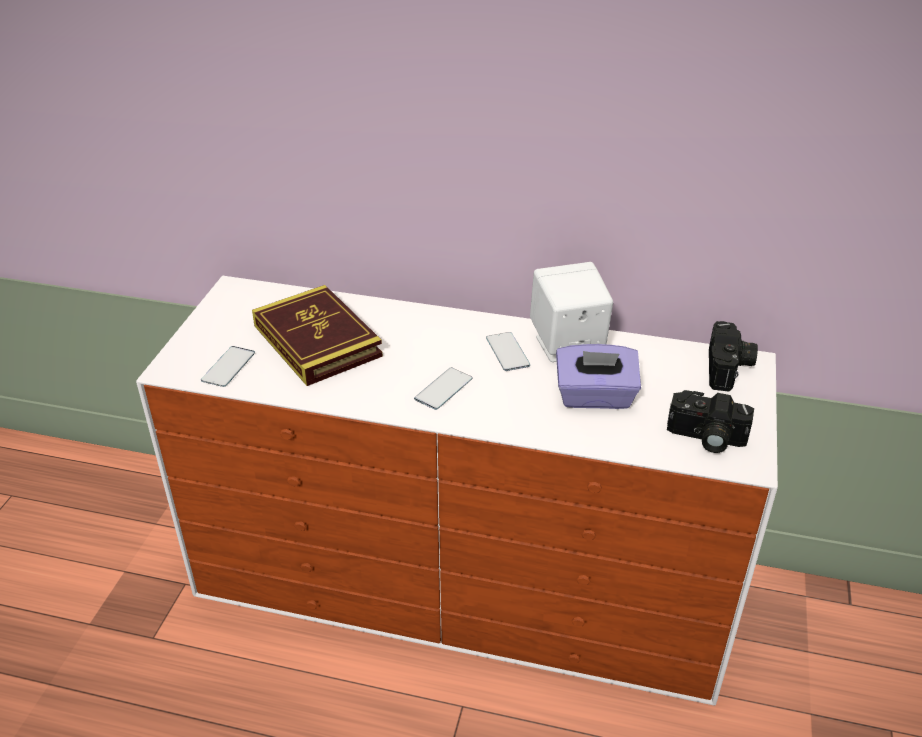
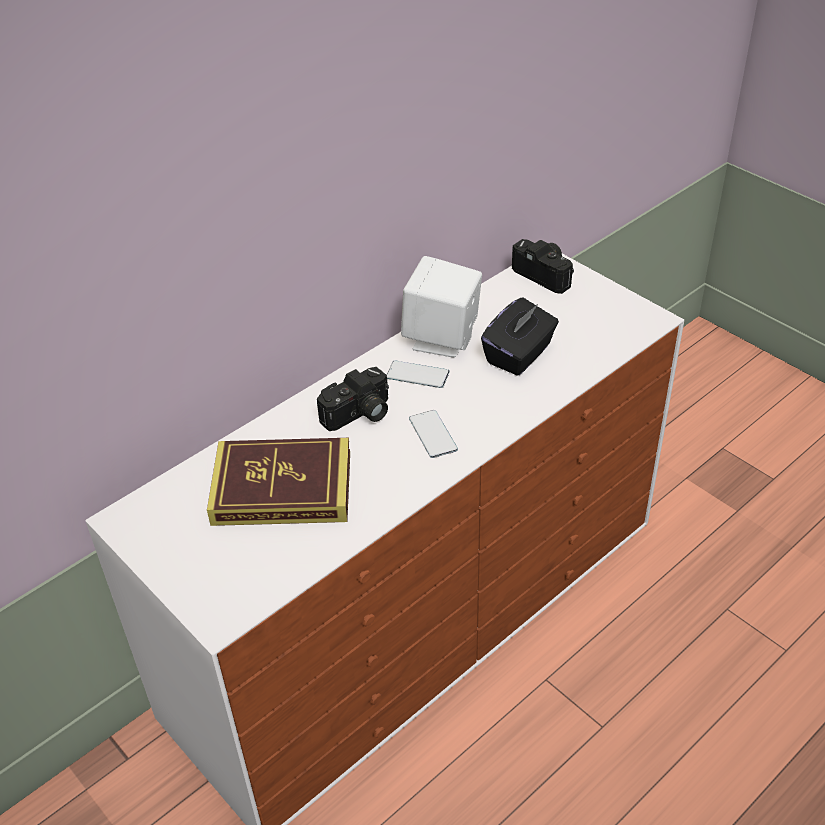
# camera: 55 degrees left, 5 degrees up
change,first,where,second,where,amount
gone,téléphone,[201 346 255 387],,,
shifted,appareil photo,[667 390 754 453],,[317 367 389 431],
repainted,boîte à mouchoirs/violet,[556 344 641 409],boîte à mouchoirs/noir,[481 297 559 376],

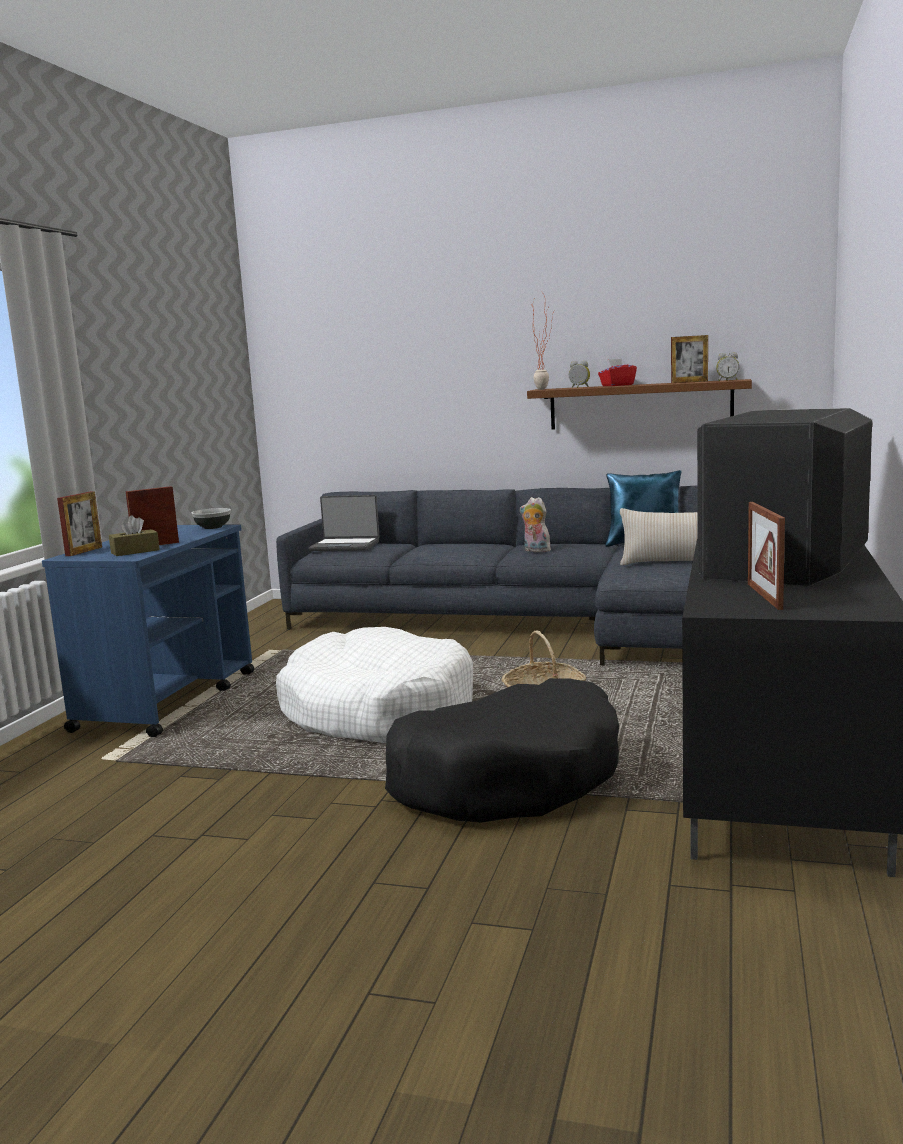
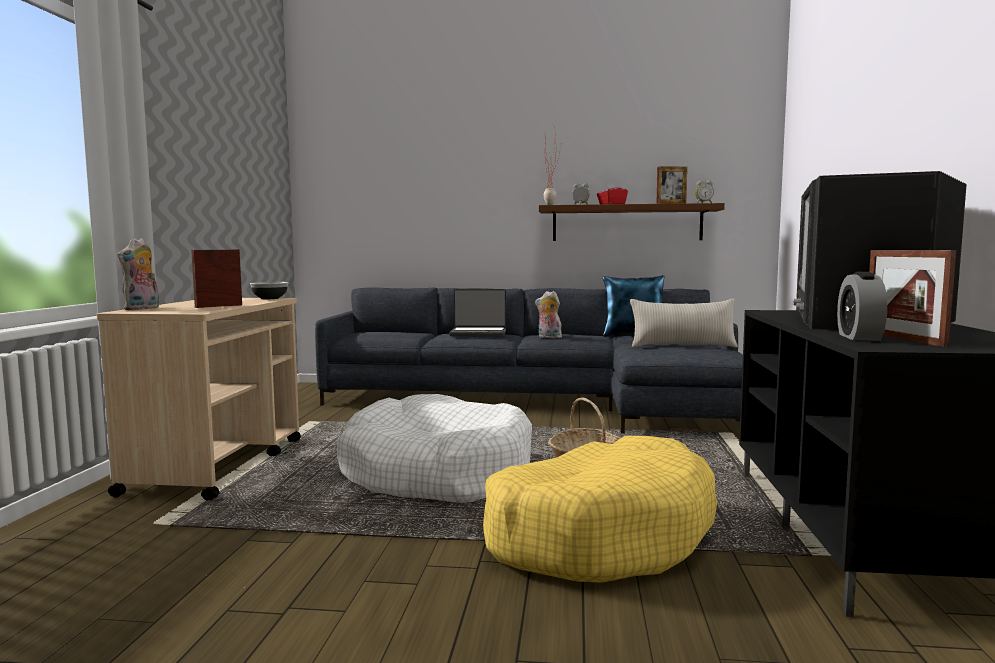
# camera: 10 degrees left, 5 degrees down
change,first,where,second,where,amount
gone,boîte à mouchoirs/marron,[109 515 160 556],,,
new,,,réveil,[837 272 887 341],
shifted,ordinateur portable,[308 495 380 551],,[449 289 506 336],
swapped,cadre photo,[57 492 102 556],peluche,[118 238 159 310],
repainted,chariot/bleu,[42 524 255 737],chariot/beige,[96 298 301 500],
repainted,panier pour chien/noir,[385 678 619 823],panier pour chien/jaune,[483 436 717 583],

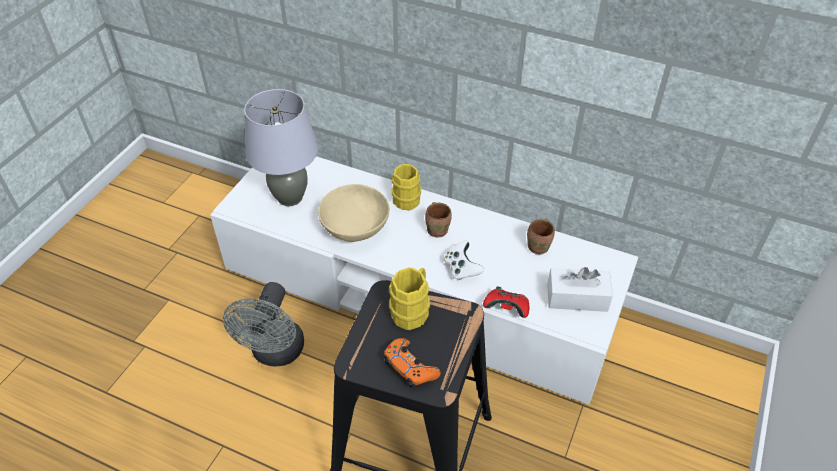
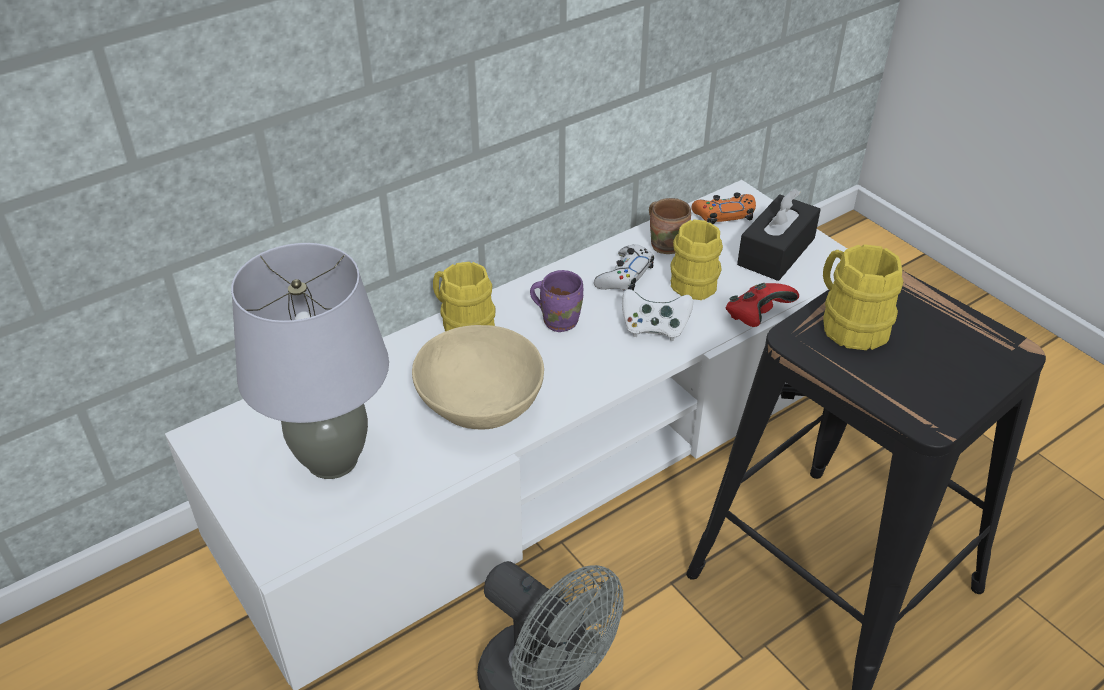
# camera: 60 degrees left, 5 degrees down
change,first,where,second,where,amount
new,,,manette/blanc,[594 244 654 291],
new,,,mug/jaune,[670 220 723 300],
shifted,manette/orange,[384 338 441 388],,[691 192 756 224],
repainted,mug/marron,[425 202 452 238],mug/violet,[530 270 583 332],
repainted,boîte à mouchoirs/blanc,[547 267 613 312],boîte à mouchoirs/noir,[737 189 821 281],

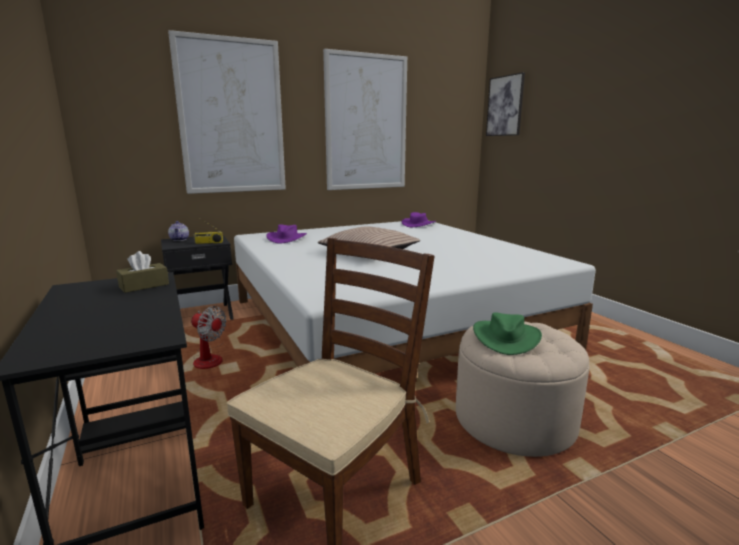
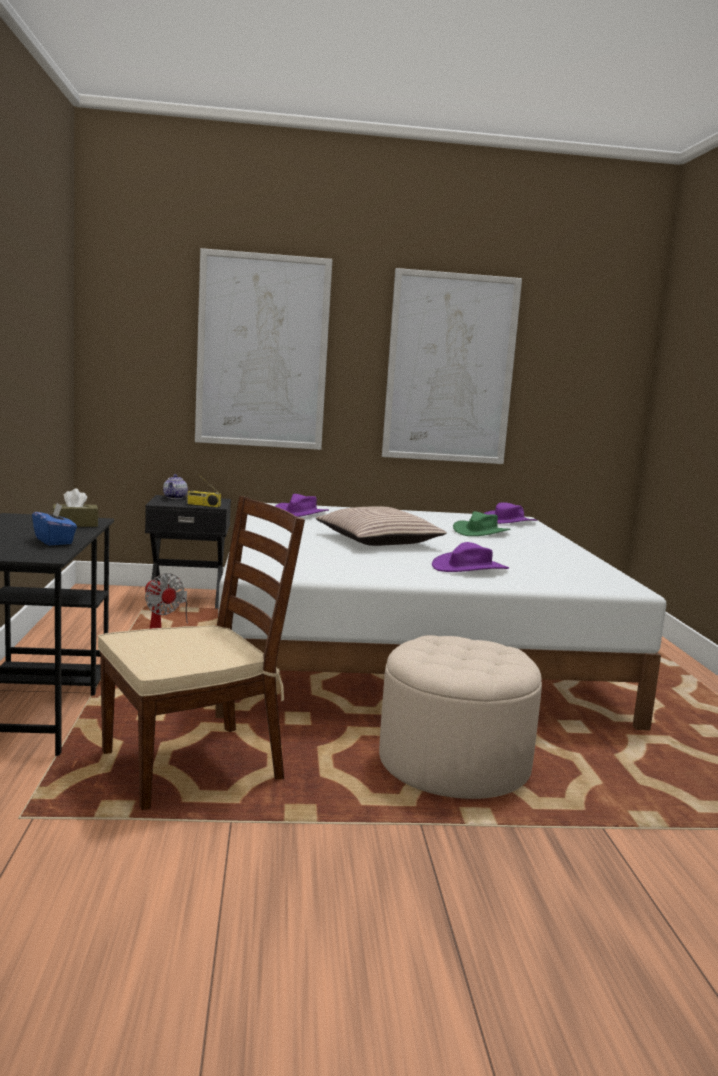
# camera: 20 degrees right, 5 degrees down
change,first,where,second,where,amount
gone,tableau,[486 72 525 136],,,
new,,,boîte à mouchoirs/bleu,[32 503 77 546],
new,,,chapeau/violet,[432 542 509 572],
shifted,chapeau/vert,[473 312 542 355],,[453 511 510 536],

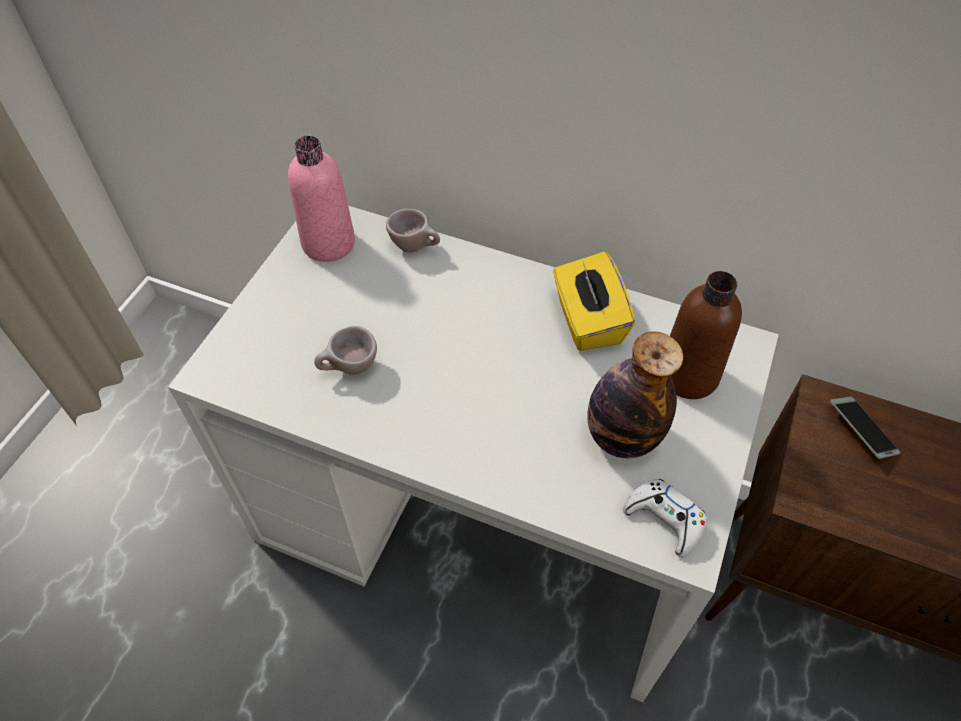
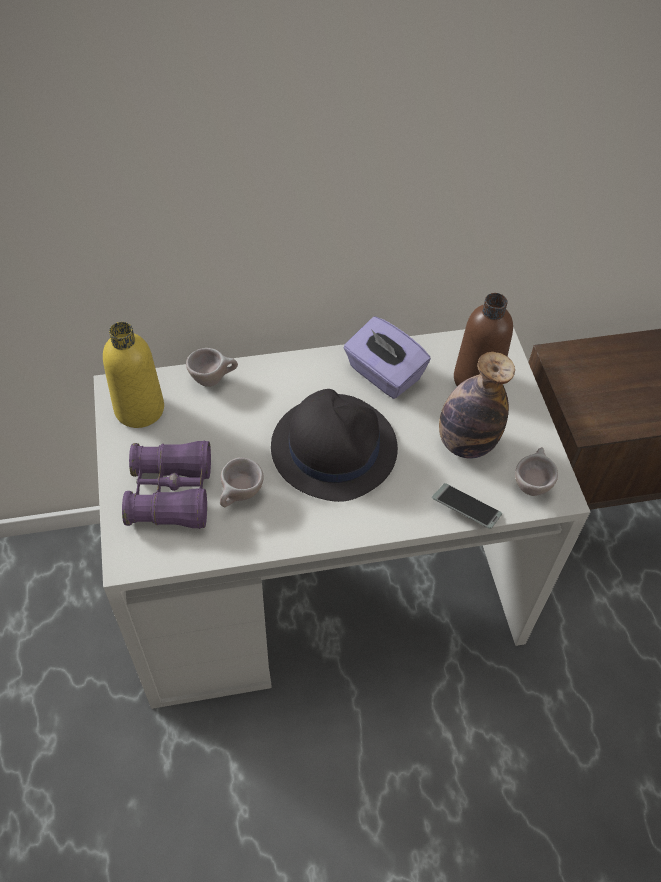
# camera: 35 degrees left, 0 degrees up
change,first,where,second,where,amount
new,,,jumelles/violet,[122 441 211 529],
new,,,chapeau/noir,[271 389 398 502],
shifted,téléphone,[830 397 900 459],,[432 483 502 529],
swapped,manette/blanc,[623 479 707 558],tasse/beige,[515 447 558 496],
repainted,bouteille/rose,[288 135 355 262],bouteille/jaune,[103 322 164 428],
repainted,boîte à mouchoirs/jaune,[553 251 635 351],boîte à mouchoirs/violet,[344 317 431 399],

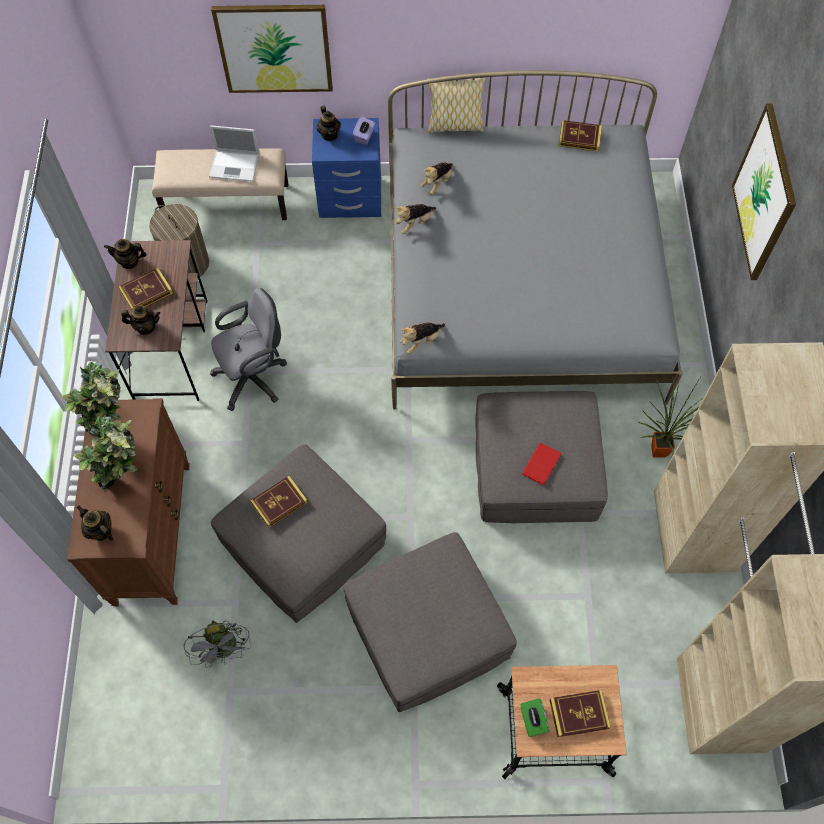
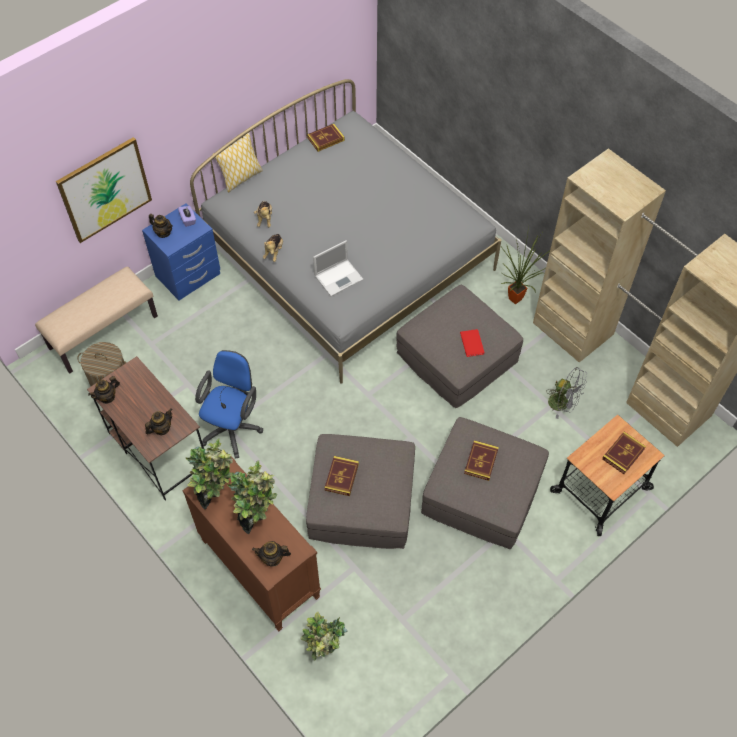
# camera: 40 degrees left, 5 degrees down
change,first,where,second,where,amount
gone,peluche,[400 323 445 354],,,
gone,boîte à mouchoirs/vert,[521 698 549 737],,,
gone,tableau,[732 103 796 280],,,
new,,,plante en pot,[301 612 347 660],
shifted,livre,[119 268 173 310],,[464 440 499 481],
shifted,ventilateur/gris,[184 620 251 668],,[546 367 587 419],
shifted,ordinateur portable,[209 125 259 182],,[313 240 363 296],
repainted,chaise de bureau/gris,[210 288 287 411],chaise de bureau/bleu,[195 350 263 459],

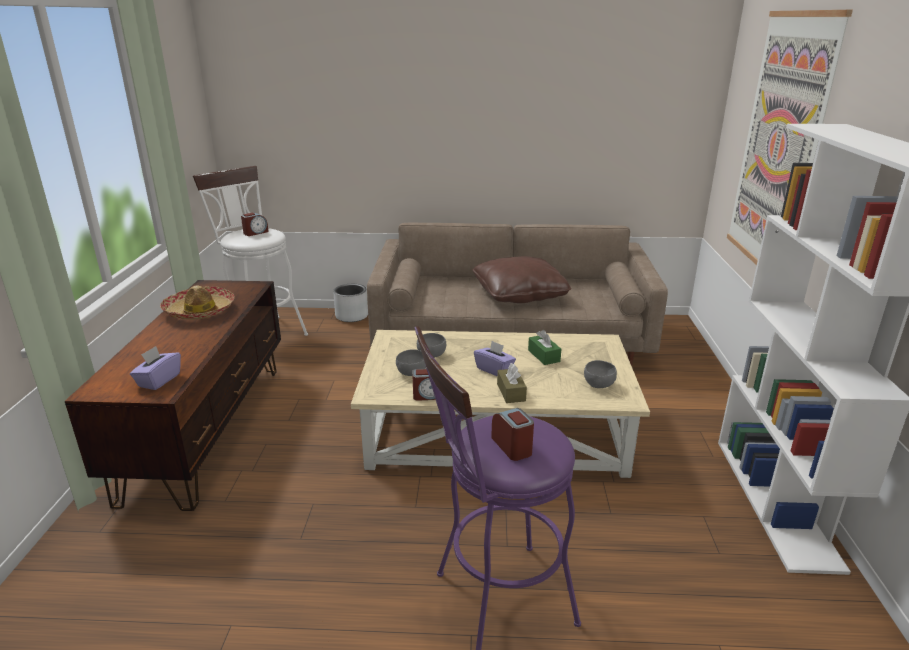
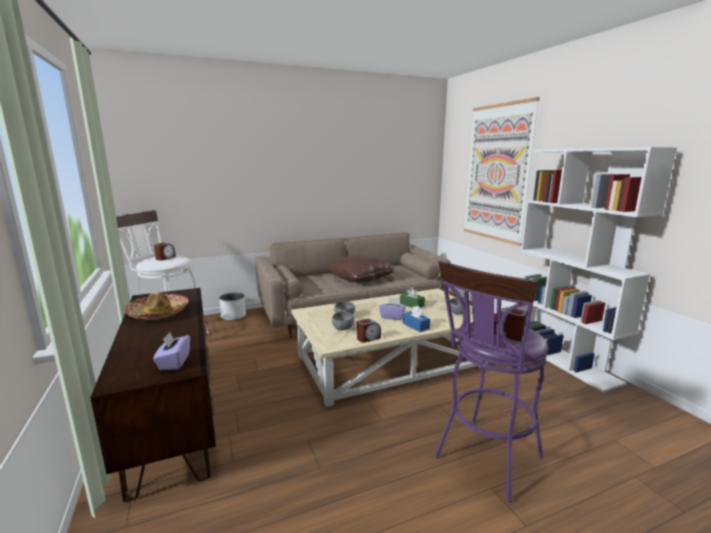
# camera: 25 degrees left, 10 degrees down
change,first,where,second,where,amount
repainted,boîte à mouchoirs/marron,[497 363 527 403],boîte à mouchoirs/bleu,[403 306 430 332],

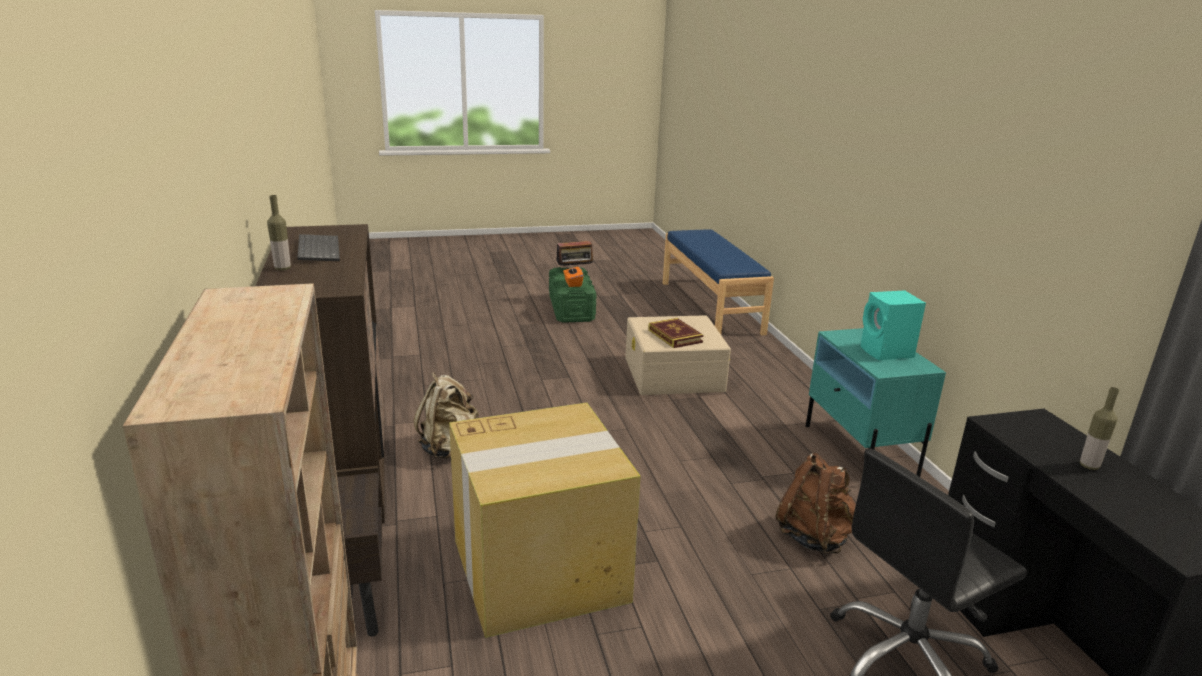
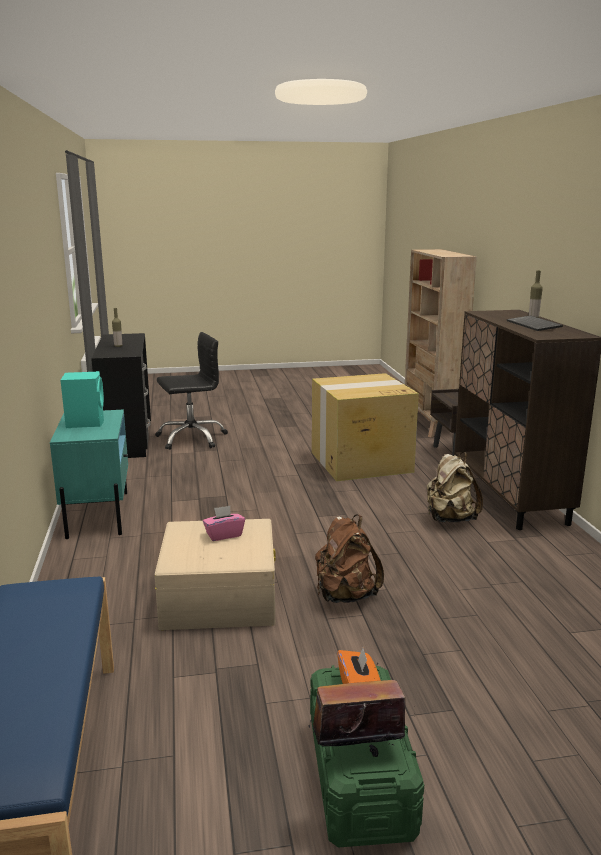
# camera: 175 degrees left, 5 degrees down
change,first,where,second,where,amount
shifted,sac à dos/marron,[775 453 856 554],,[315 514 384 603],
swapped,livre,[648 318 704 348],boîte à mouchoirs/rose,[203 506 245 541],

